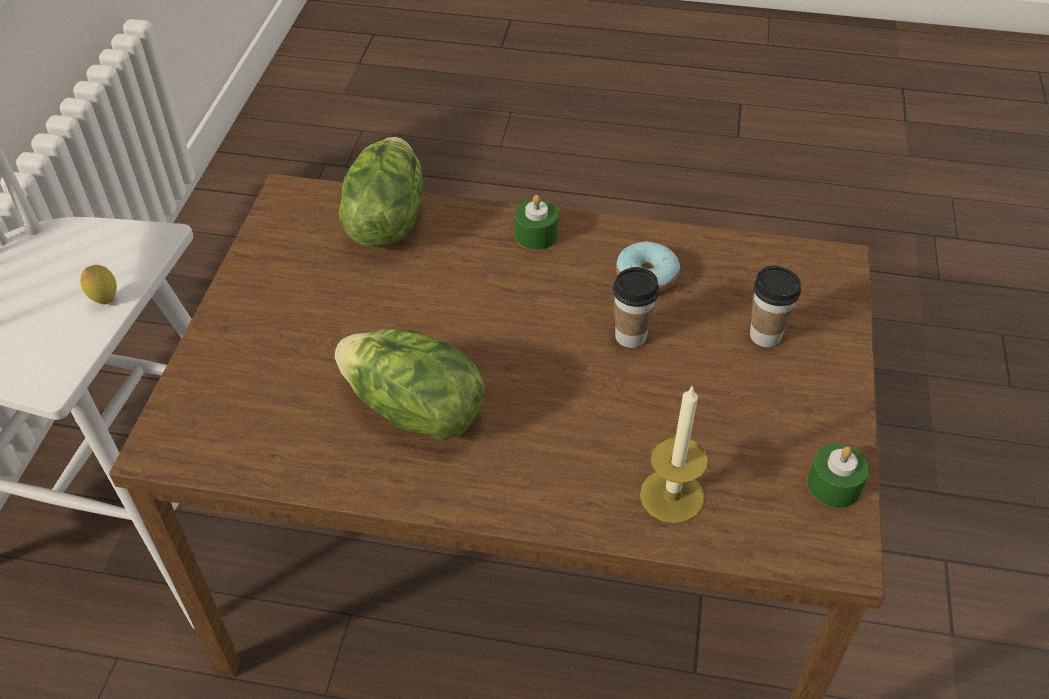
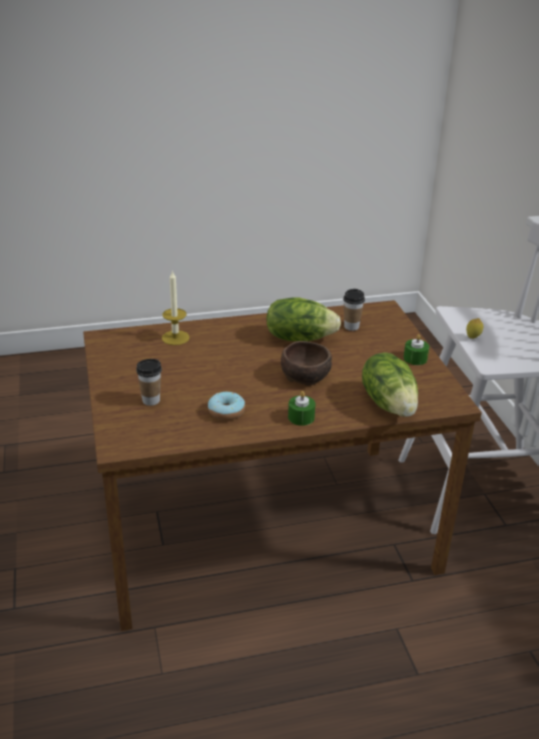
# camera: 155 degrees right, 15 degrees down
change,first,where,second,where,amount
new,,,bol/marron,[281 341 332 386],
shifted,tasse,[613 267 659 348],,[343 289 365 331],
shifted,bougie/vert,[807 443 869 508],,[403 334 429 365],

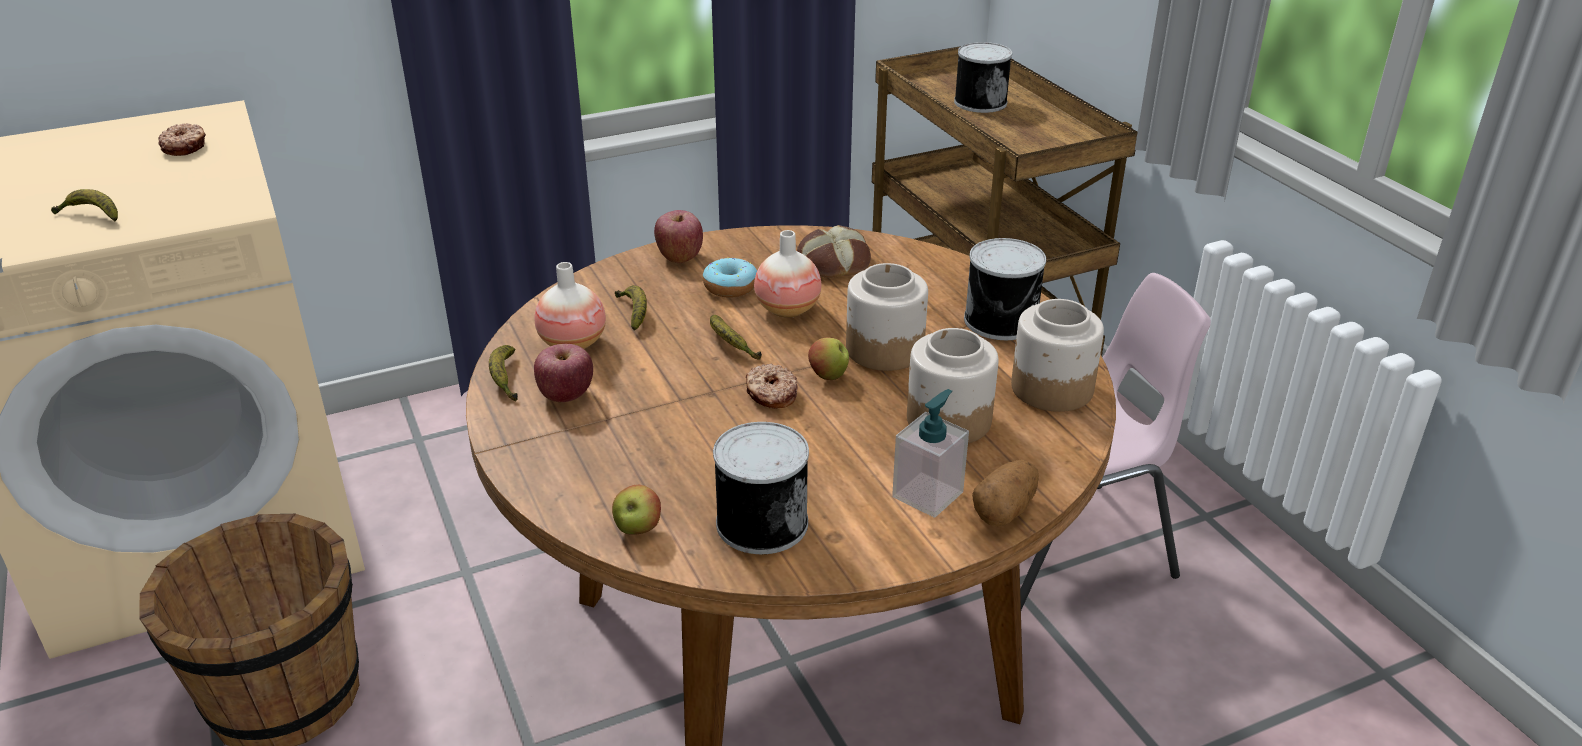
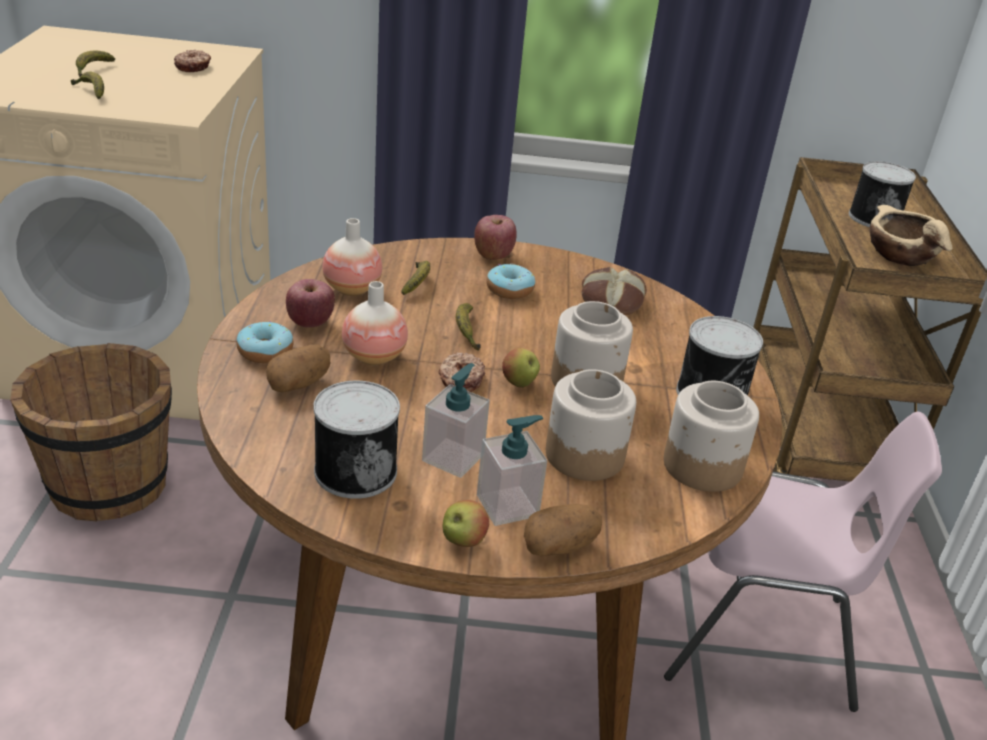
# camera: 25 degrees right, 0 degrees up
change,first,where,second,where,amount
new,,,beignet,[237 321 294 363],
new,,,pomme de terre,[266 345 330 392],
new,,,distributeur de savon,[422 363 490 478],
new,,,bol/beige,[870 205 952 266],
shifted,banane,[489 345 518 401],,[76 51 115 77],
shifted,pomme,[612 485 661 535],,[443 500 489 547],
shifted,vase,[754 230 821 318],,[342 281 408 365],

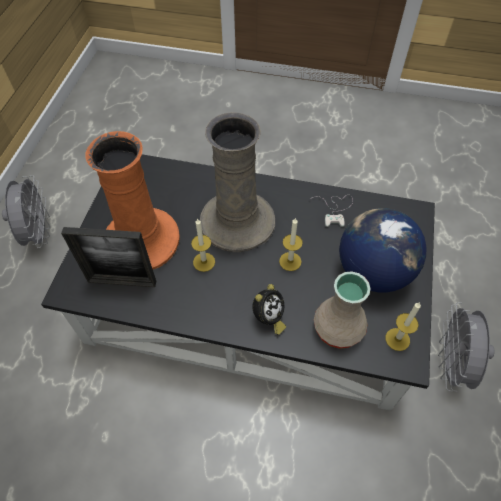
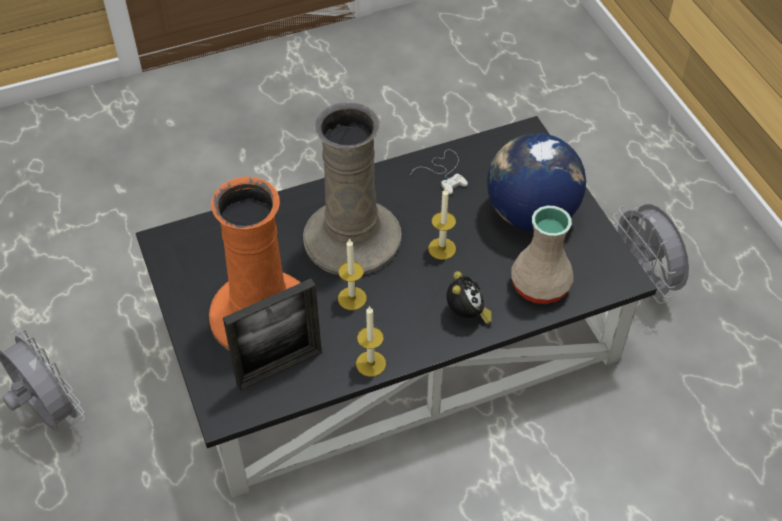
# camera: 35 degrees left, 5 degrees down
change,first,where,second,where,amount
shifted,bougie,[385 302 421 351],,[356 306 386 377],

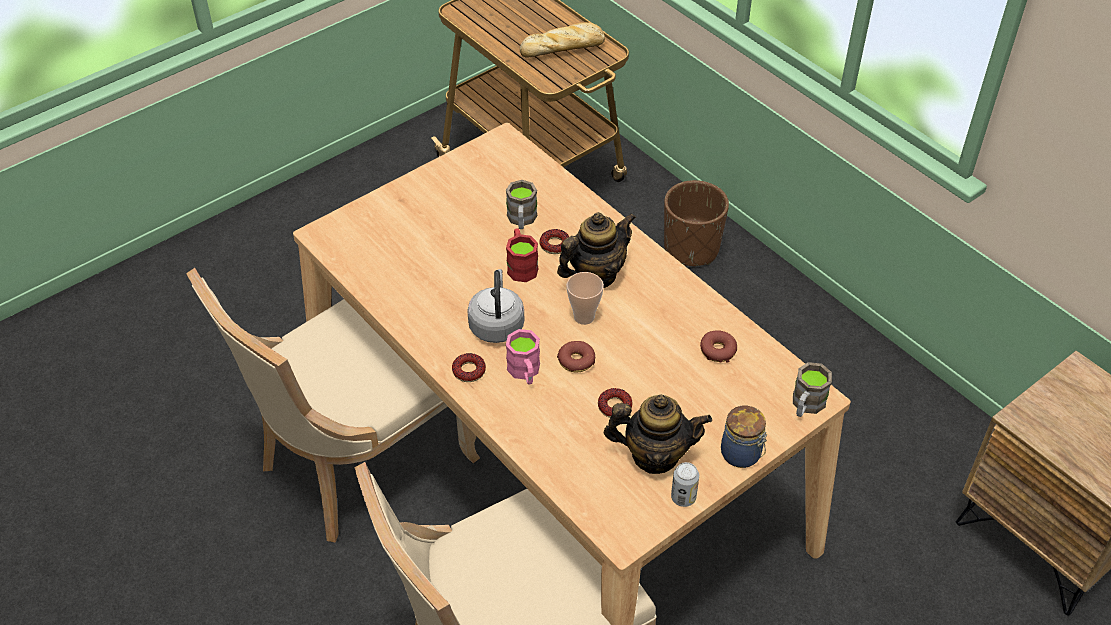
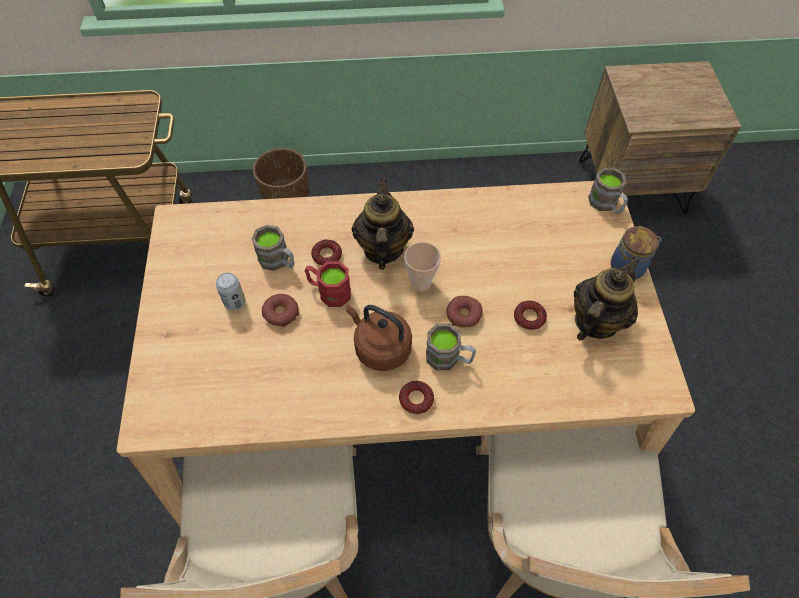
# camera: 55 degrees left, 10 degrees up
change,first,where,second,where,amount
gone,pain,[520 22 605 58],,,
shifted,boîte métallique,[671 462 699 507],,[216 273 245 311],
shifted,beignet,[700 330 737 363],,[262 294 299 327],
repainted,bouilloire/gris,[467 269 524 343],bouilloire/marron,[346 305 412 371],
repainted,mug/rose,[506 329 540 384],mug/marron,[426 323 476 371],

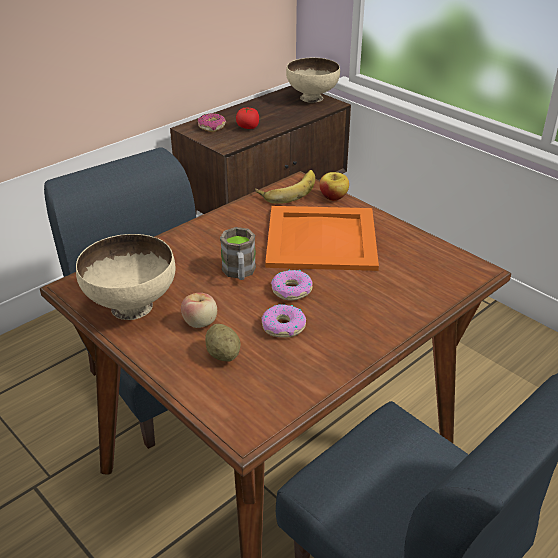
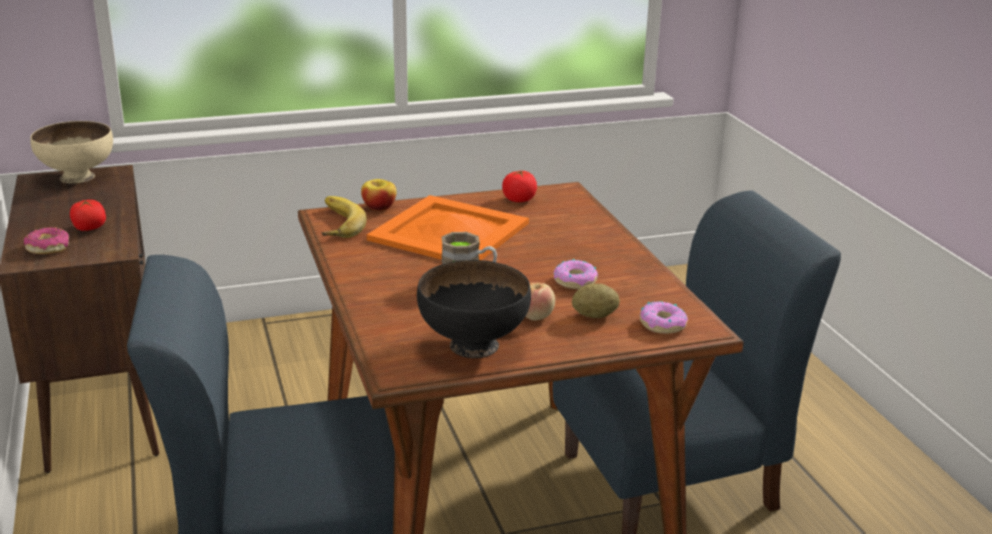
# camera: 65 degrees left, 10 degrees down
change,first,where,second,where,amount
new,,,tomate,[502 170 537 202],
shifted,beignet,[271 269 312 301],,[640 301 688 334],
repainted,bol/beige,[76 234 175 320],bol/noir,[417 260 531 358],

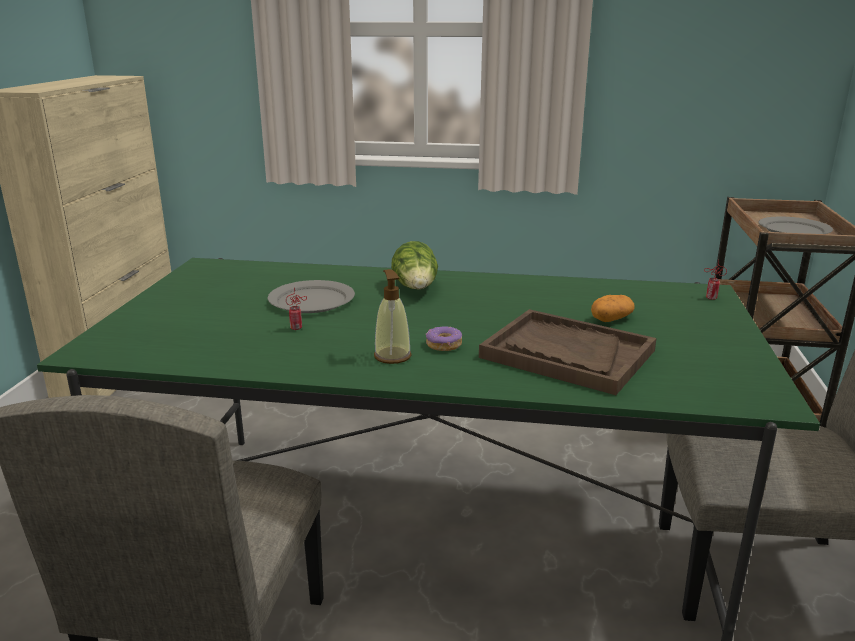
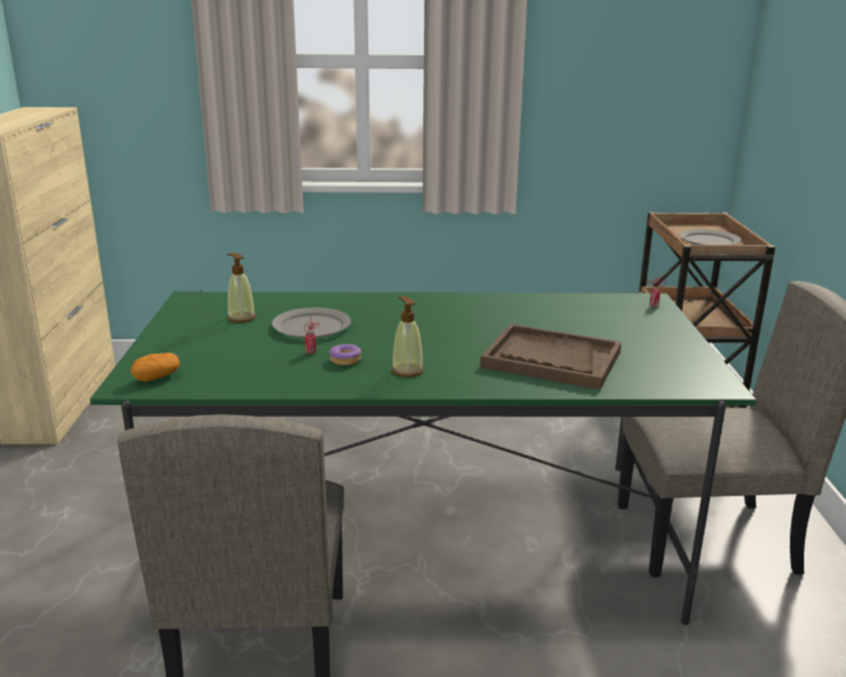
# camera: 10 degrees left, 0 degrees up
change,first,where,second,where,amount
gone,laitue,[391 241 438 289],,,
new,,,distributeur de savon,[227 253 256 323],
shifted,beignet,[426 326 462 351],,[329 344 361 365],
shifted,pomme de terre,[591 295 635 322],,[131 353 180 382],

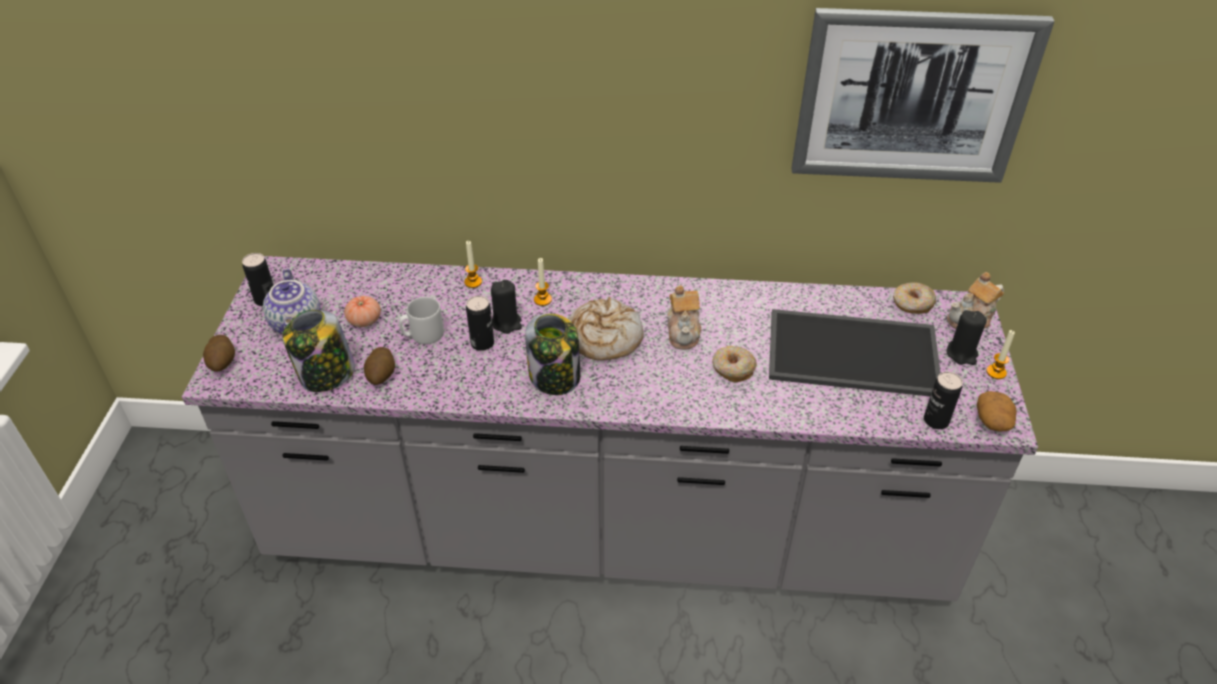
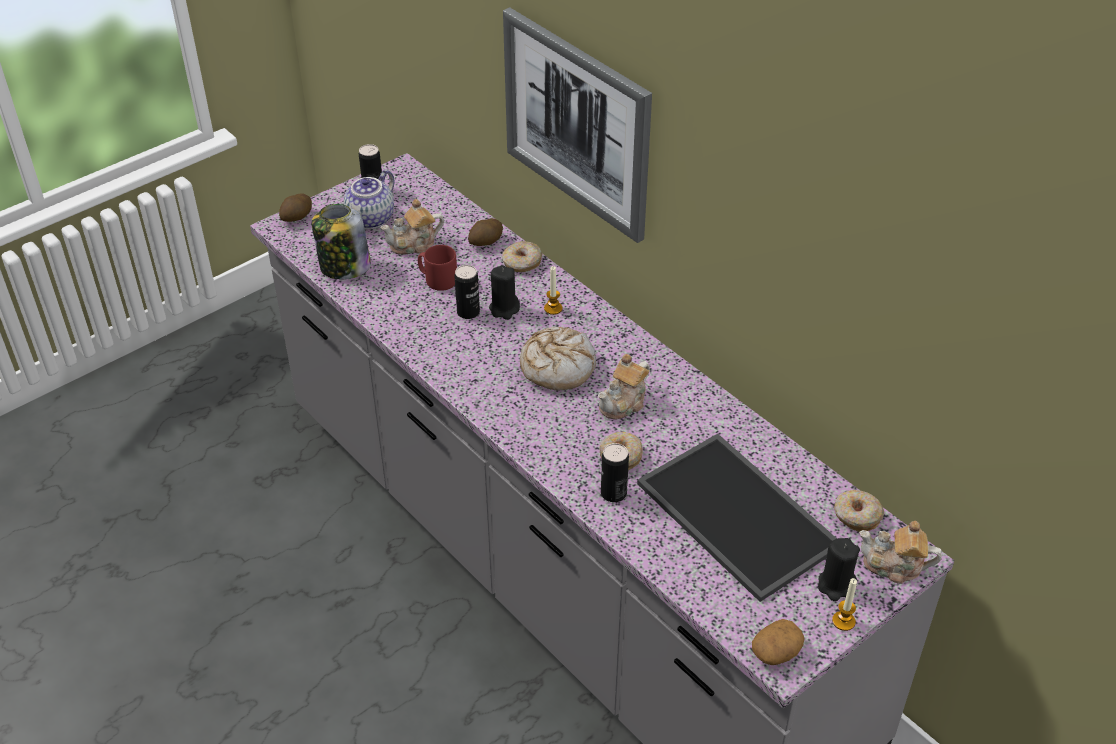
# camera: 45 degrees right, 0 degrees up
change,first,where,second,where,amount
gone,bocal,[525 313 580 395],,,
shifted,pomme de terre,[364 347 395 385],,[468 218 503 246],
shifted,tableau,[792 8 1054 183],,[503 7 652 243],
shifted,boîte métallique,[924 371 963 429],,[601 443 629 502],
swapped,tomate,[344 296 381 327],théière,[380 199 444 254],
swapped,bougie,[464 241 482 288],beignet,[502 241 542 272],
repainted,mug/gris,[399 297 444 345],mug/rouge,[418 245 457 291],

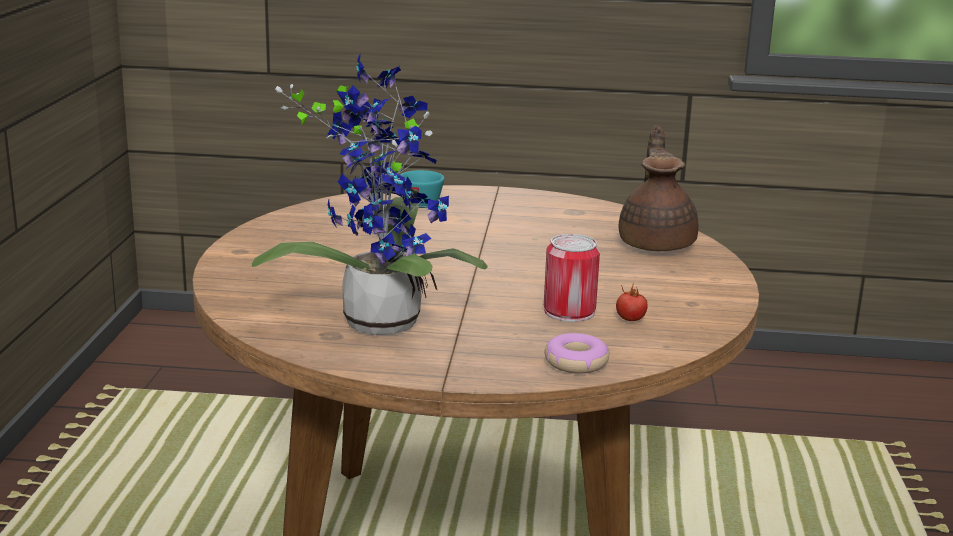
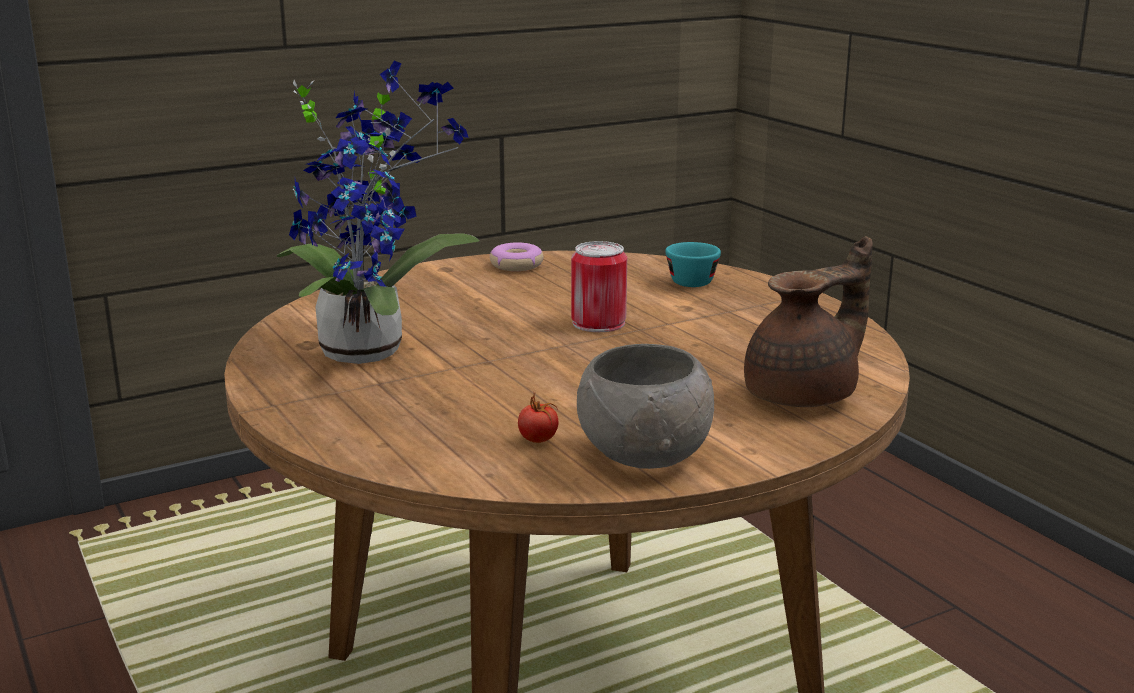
# camera: 55 degrees right, 0 degrees up
change,first,where,second,where,amount
new,,,bol/gris,[577 344 714 469],
shifted,boîte métallique,[544 234 600 322],,[571 241 627 332],
shifted,beignet,[545 333 610 374],,[490 243 543 271],

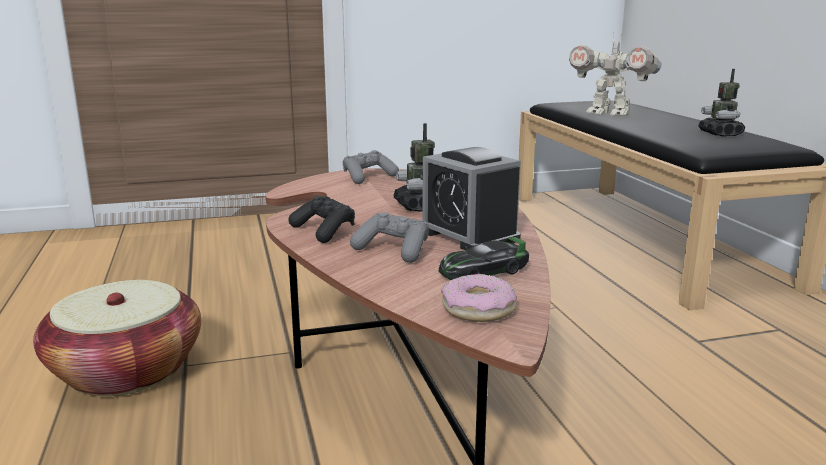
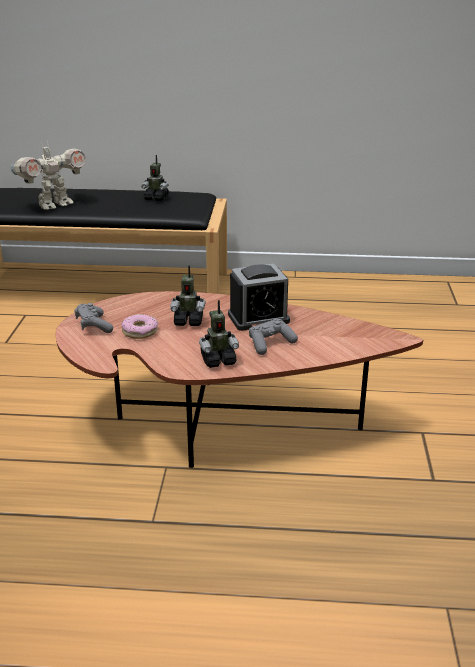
# camera: 70 degrees left, 10 degrees up
change,first,where,second,where,amount
gone,panier,[33 280 201 396],,,
gone,petite voiture,[438 237 529 280],,,
shifted,beignet,[441 274 517 322],,[121 314 158 339],
swapped,manette/noir,[289 196 355 243],robot jouet,[199 300 239 368],

